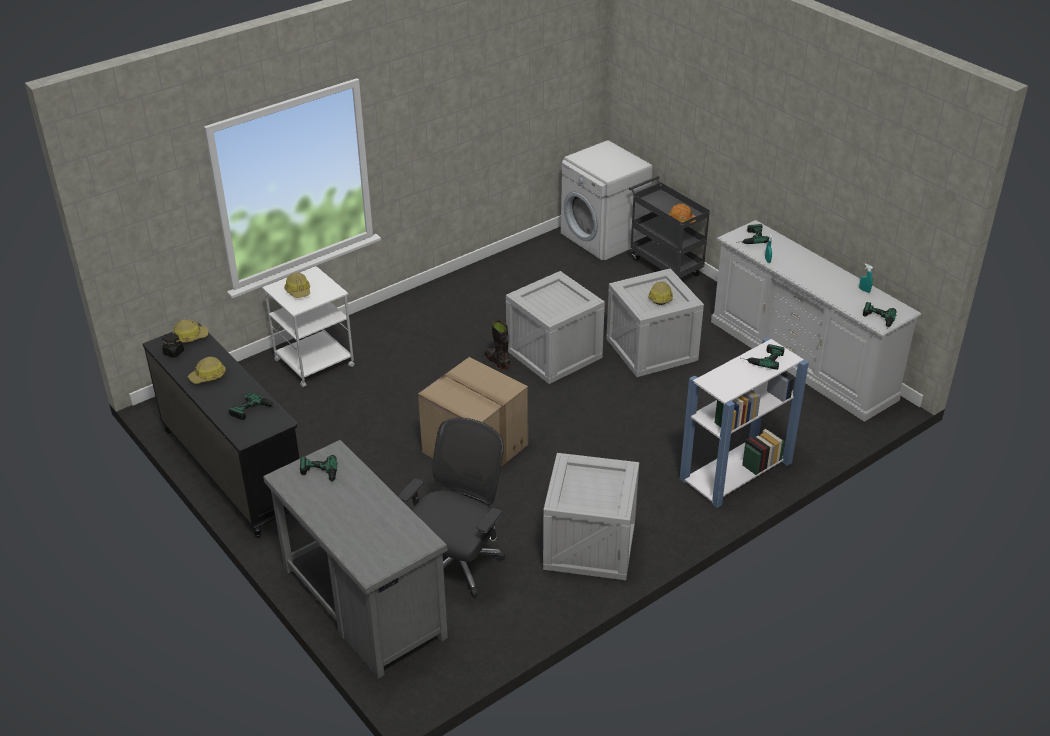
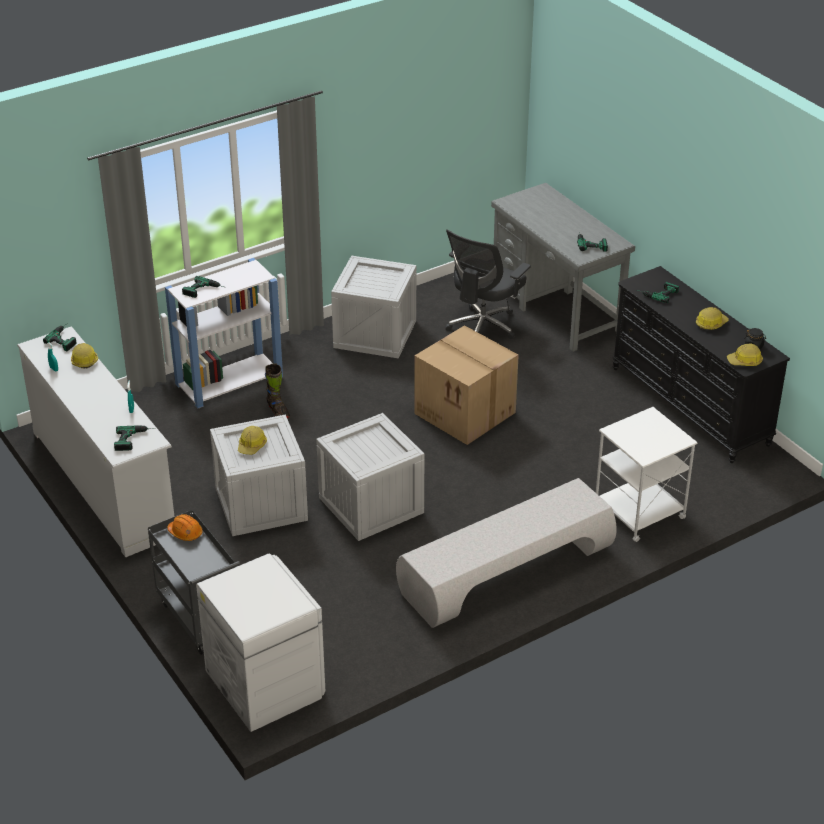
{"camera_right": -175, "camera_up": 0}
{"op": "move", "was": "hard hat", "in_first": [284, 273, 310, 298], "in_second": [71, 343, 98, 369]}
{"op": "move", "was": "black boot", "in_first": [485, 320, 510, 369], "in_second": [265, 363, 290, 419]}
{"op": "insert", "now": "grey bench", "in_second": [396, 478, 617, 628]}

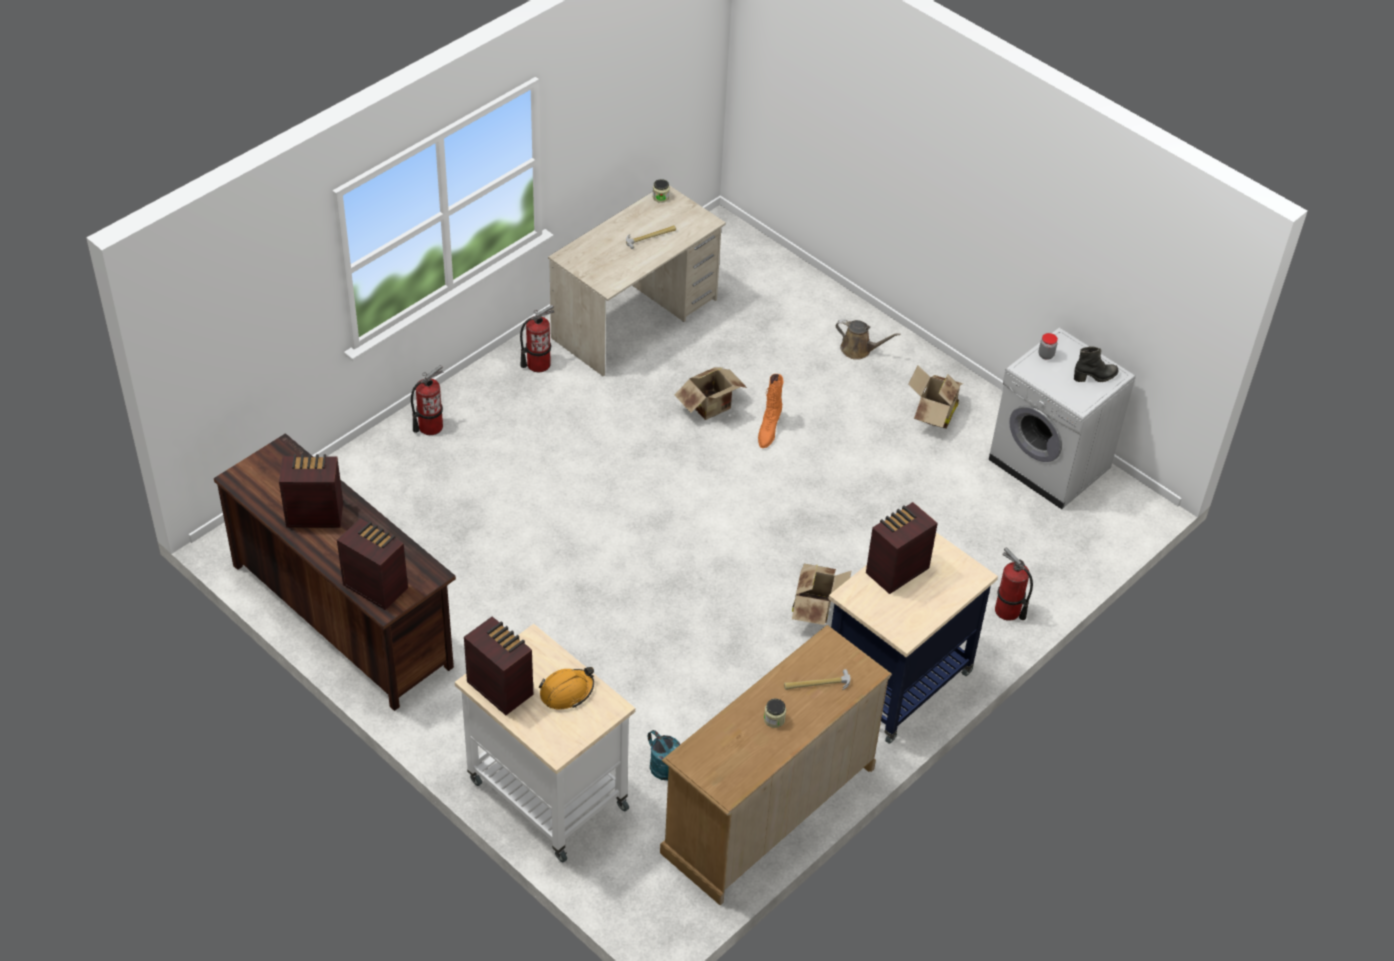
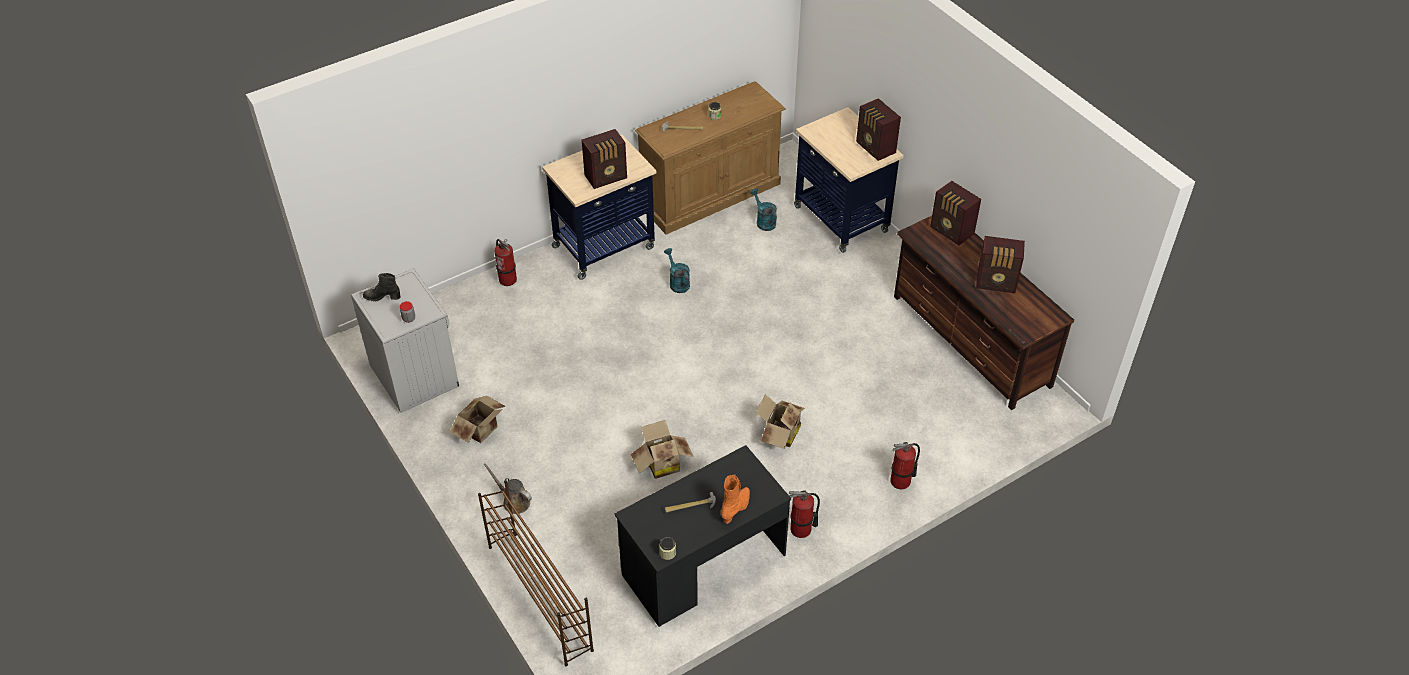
{"camera_right": -165, "camera_up": 0}
{"op": "insert", "now": "brown shoe rack", "in_second": [478, 480, 594, 666]}
{"op": "recolor", "was": "beige desk", "now": "black desk", "in_first": [548, 185, 726, 376], "in_second": [614, 445, 791, 627]}
{"op": "insert", "now": "turquoise watering can", "in_second": [664, 248, 690, 293]}
{"op": "move", "was": "orange boot", "in_first": [758, 374, 783, 448], "in_second": [721, 475, 750, 524]}
{"op": "move", "was": "cardboard box", "in_first": [792, 564, 852, 625], "in_second": [756, 394, 805, 449]}
{"op": "recolor", "was": "white cart", "now": "blue cart", "in_first": [455, 624, 635, 862], "in_second": [794, 107, 904, 253]}
{"op": "delete", "was": "orange hard hat", "in_first": [539, 667, 594, 710]}

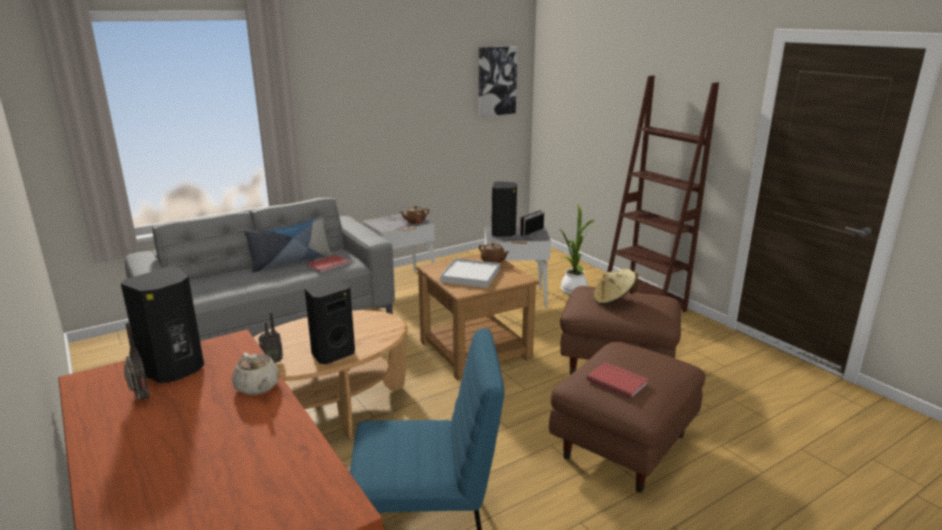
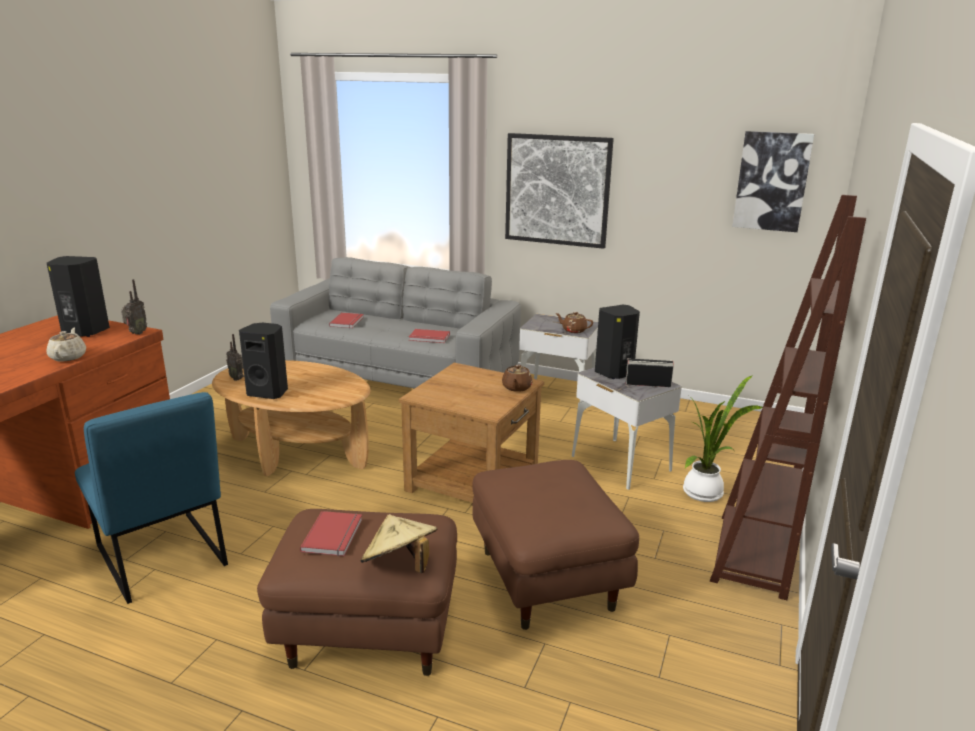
{"camera_right": 55, "camera_up": 0}
{"op": "rotate", "was": "beige teapot", "in_first": [232, 353, 280, 395], "in_second": [46, 328, 86, 362], "clockwise": 150}
{"op": "move", "was": "radio", "in_first": [124, 323, 150, 400], "in_second": [121, 279, 147, 335]}
{"op": "insert", "now": "red book", "in_second": [329, 313, 364, 328]}
{"op": "move", "was": "beige hat", "in_first": [593, 269, 638, 305], "in_second": [360, 514, 437, 573]}
{"op": "insert", "now": "picture", "in_second": [505, 133, 614, 249]}
{"op": "delete", "was": "pillow", "in_first": [244, 217, 332, 272]}
{"op": "delete", "was": "white tray", "in_first": [440, 258, 500, 288]}

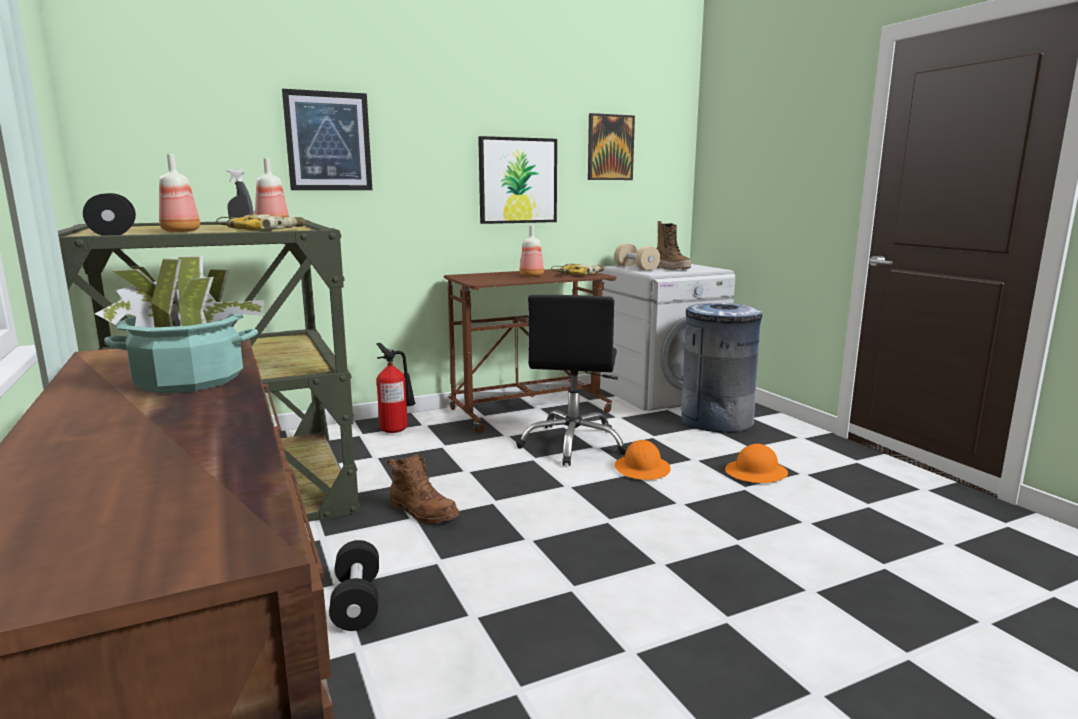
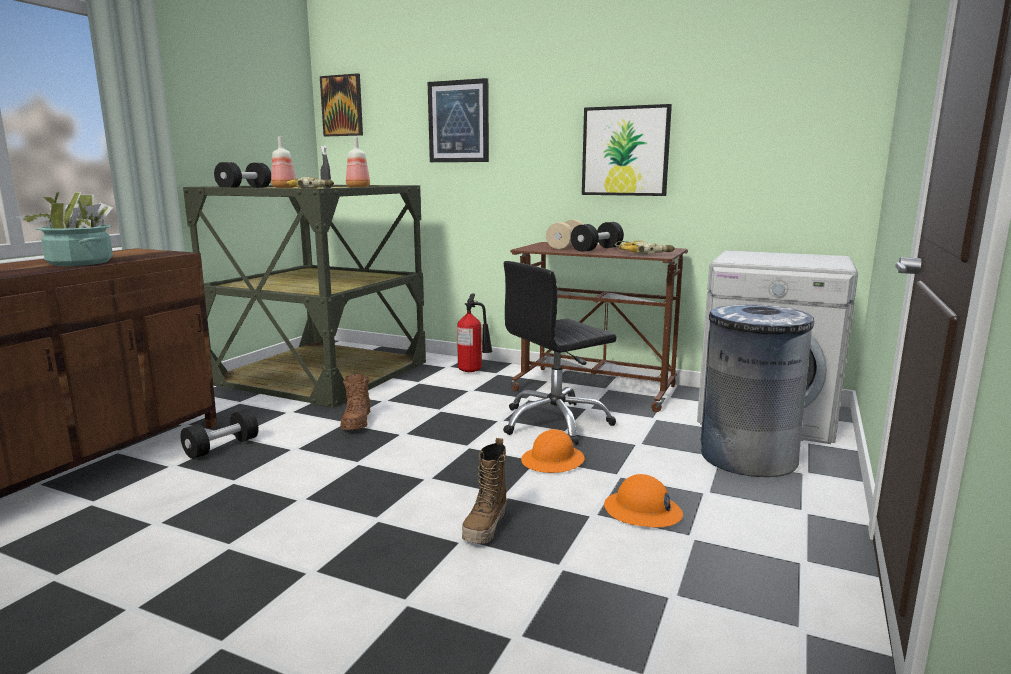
{"camera_right": 50, "camera_up": 0}
{"op": "move", "was": "picture", "in_first": [588, 113, 635, 180], "in_second": [320, 73, 363, 136]}
{"op": "move", "was": "boot", "in_first": [657, 221, 691, 270], "in_second": [462, 438, 507, 544]}
{"op": "move", "was": "beige dumbbell", "in_first": [614, 243, 660, 271], "in_second": [546, 220, 584, 249]}
{"op": "replace", "was": "bottle", "now": "black dumbbell", "in_first": [520, 225, 544, 277], "in_second": [571, 222, 624, 252]}

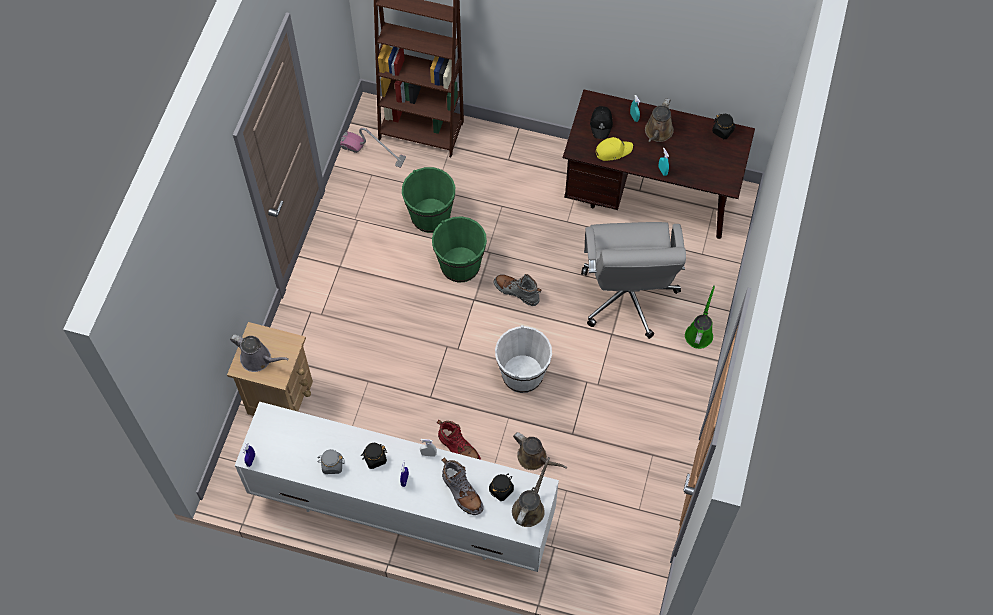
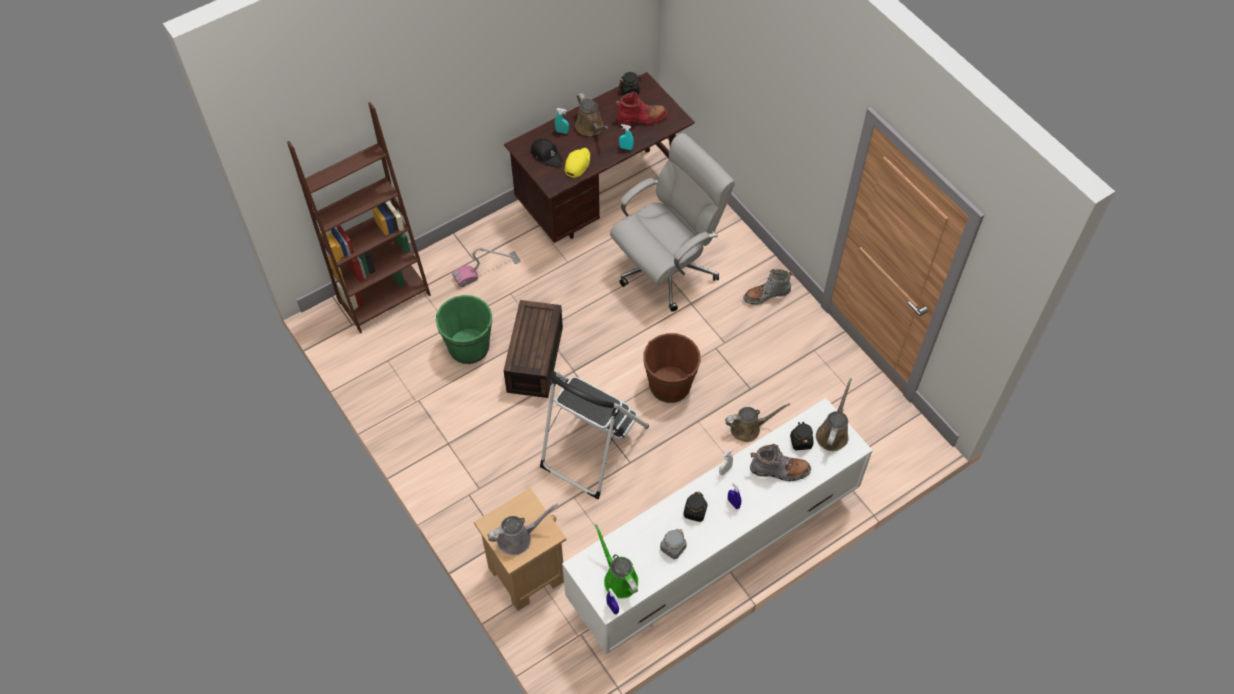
{"camera_right": -50, "camera_up": -5}
{"op": "move", "was": "vacuum cleaner", "in_first": [340, 128, 406, 168], "in_second": [452, 248, 521, 287]}
{"op": "replace", "was": "green bucket", "now": "brown storage box", "in_first": [432, 216, 487, 283], "in_second": [504, 300, 563, 398]}
{"op": "insert", "now": "step ladder", "in_second": [540, 371, 649, 499]}
{"op": "move", "was": "green watering can", "in_first": [685, 285, 715, 349], "in_second": [595, 524, 638, 598]}
{"op": "rotate", "was": "grey office chair", "in_first": [581, 222, 686, 339], "in_second": [610, 133, 735, 312], "clockwise": -75}
{"op": "move", "was": "red boot", "in_first": [437, 420, 481, 460], "in_second": [615, 91, 668, 125]}
{"op": "recolor", "was": "white bucket", "now": "brown bucket", "in_first": [495, 325, 552, 393], "in_second": [643, 333, 701, 403]}
{"op": "move", "was": "grey boot", "in_first": [494, 274, 542, 306], "in_second": [743, 269, 794, 305]}
{"op": "rotate", "was": "brown watering can", "in_first": [512, 457, 550, 527], "in_second": [816, 378, 852, 451], "clockwise": 45}

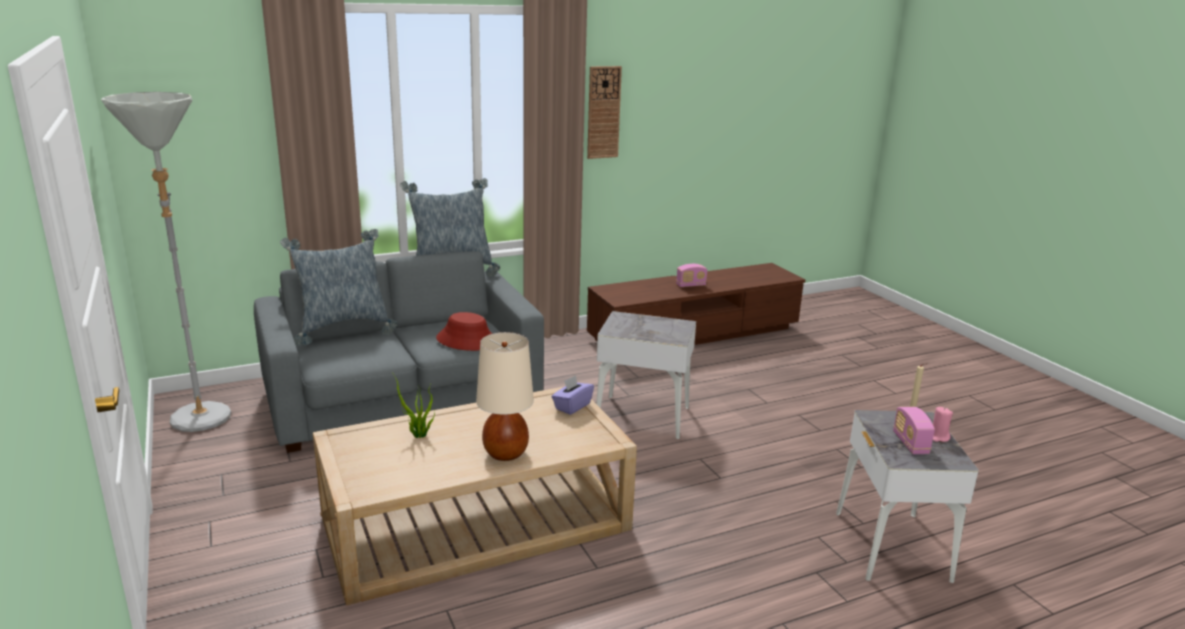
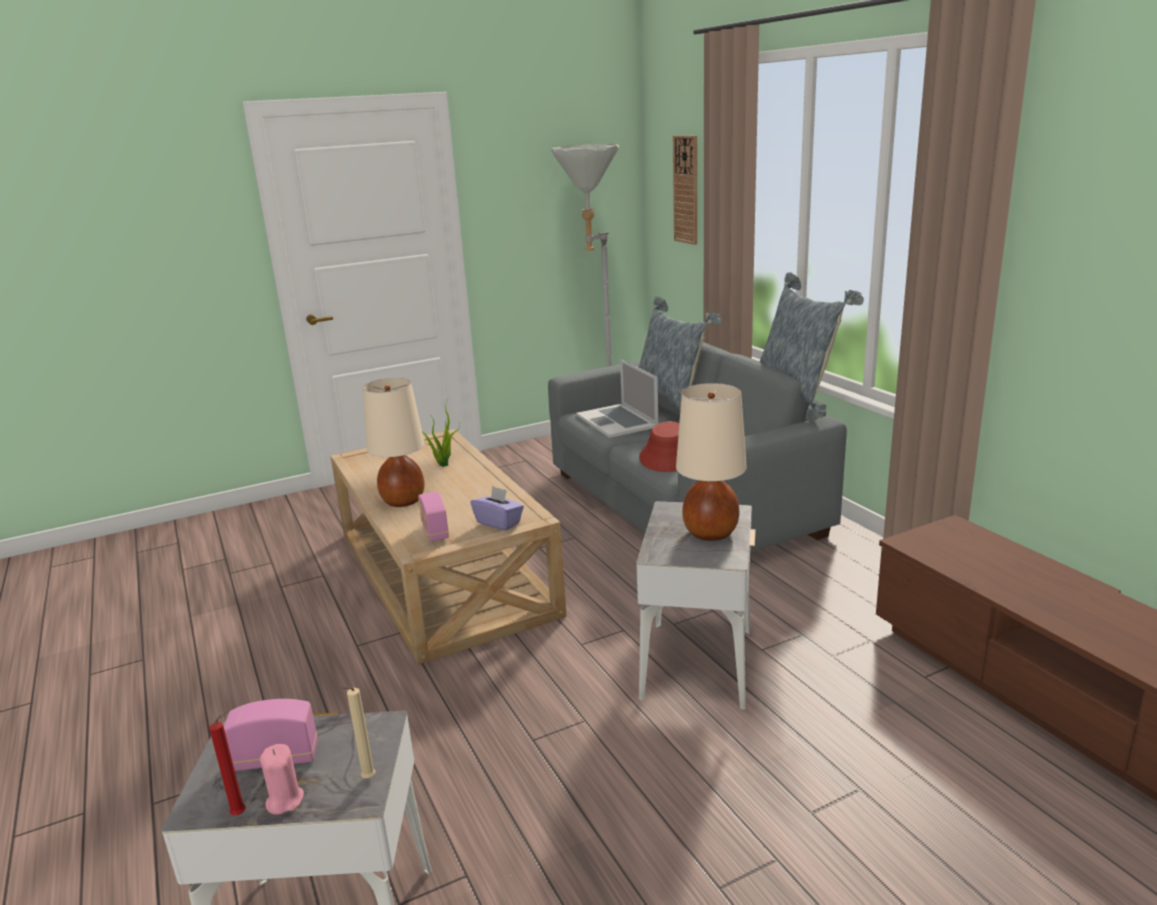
{"camera_right": 90, "camera_up": 0}
{"op": "insert", "now": "red candle", "in_second": [209, 711, 246, 815]}
{"op": "move", "was": "radio", "in_first": [676, 264, 707, 287], "in_second": [418, 492, 449, 541]}
{"op": "insert", "now": "laptop", "in_second": [576, 359, 658, 438]}
{"op": "move", "was": "wall clock", "in_first": [587, 66, 622, 159], "in_second": [673, 135, 697, 245]}
{"op": "insert", "now": "beige table lamp", "in_second": [676, 383, 747, 541]}

